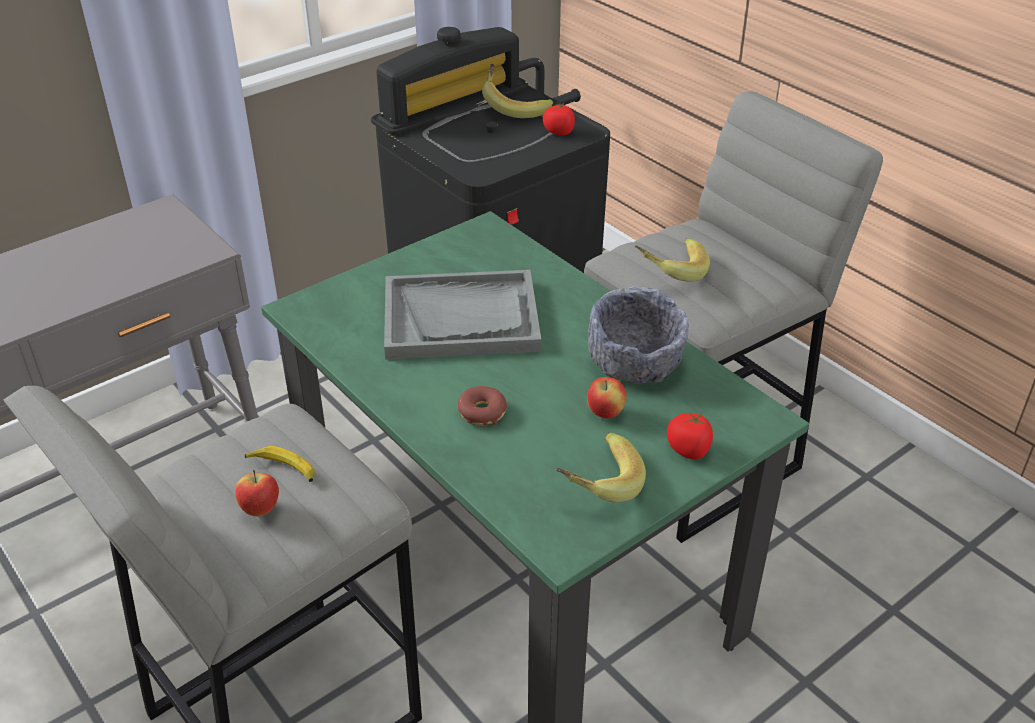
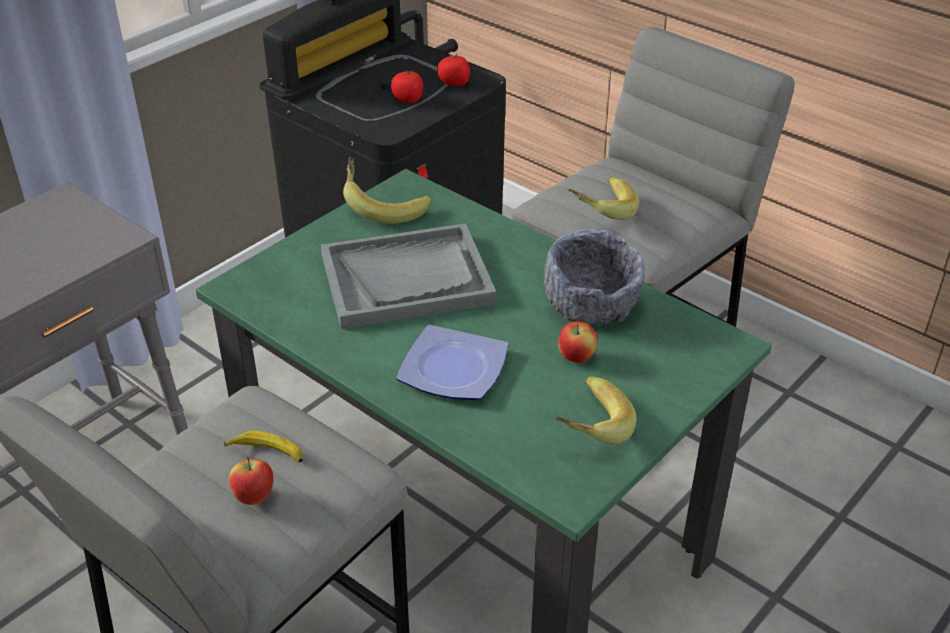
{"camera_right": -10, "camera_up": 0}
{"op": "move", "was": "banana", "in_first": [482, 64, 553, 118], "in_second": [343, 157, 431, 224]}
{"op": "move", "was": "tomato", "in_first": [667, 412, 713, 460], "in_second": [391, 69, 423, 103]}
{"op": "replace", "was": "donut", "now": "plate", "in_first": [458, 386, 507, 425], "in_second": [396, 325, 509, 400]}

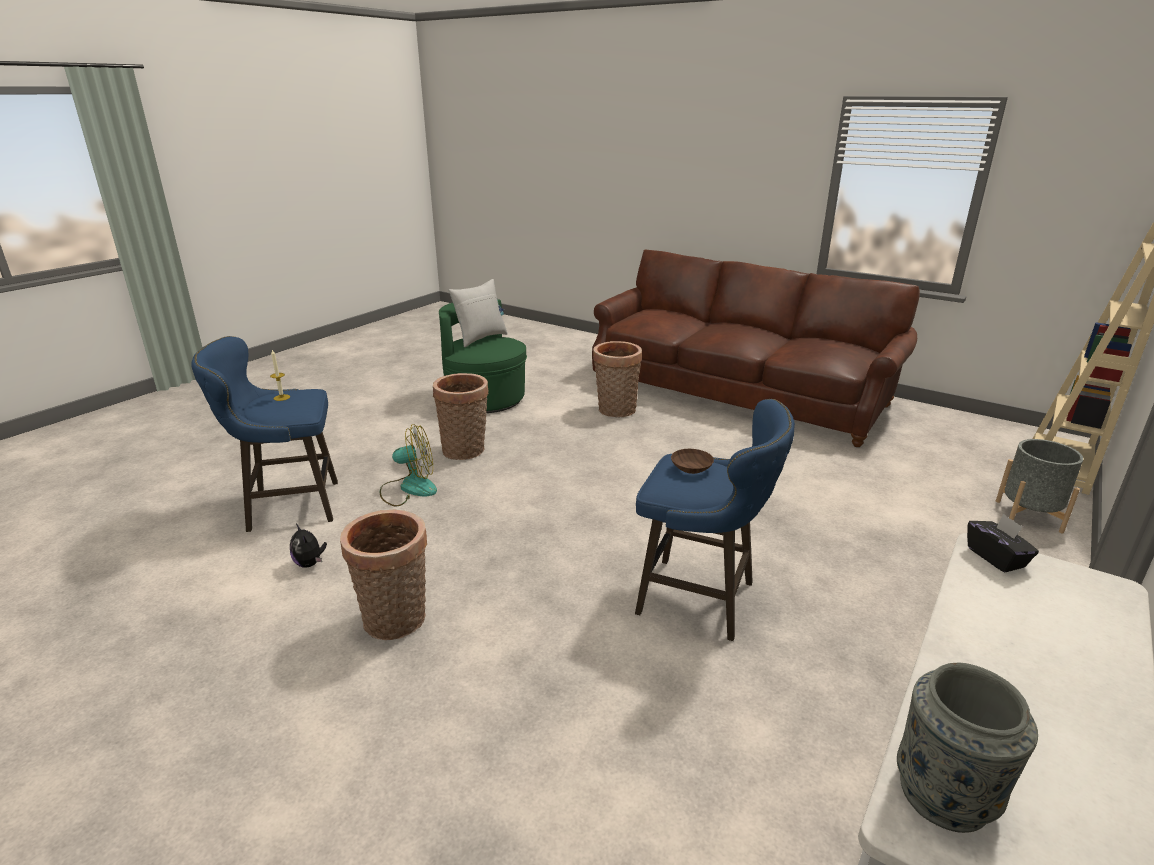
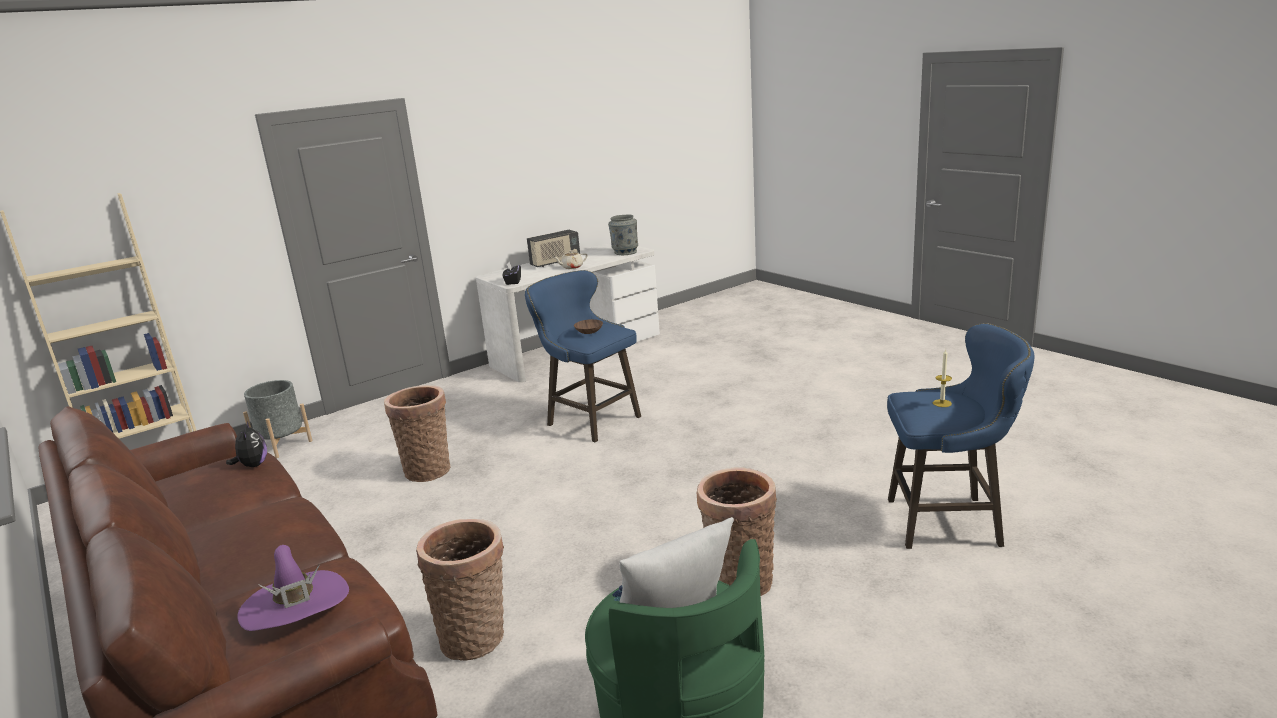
{"camera_right": -160, "camera_up": -5}
{"op": "move", "was": "plush toy", "in_first": [290, 524, 327, 568], "in_second": [226, 421, 267, 467]}
{"op": "insert", "now": "purple hat", "in_second": [237, 545, 349, 631]}
{"op": "move", "was": "basket", "in_first": [340, 510, 427, 640], "in_second": [384, 385, 451, 482]}
{"op": "insert", "now": "radio", "in_second": [527, 230, 580, 267]}
{"op": "insert", "now": "beige teapot", "in_second": [554, 250, 587, 269]}
{"op": "delete", "was": "fan", "in_first": [380, 424, 437, 506]}

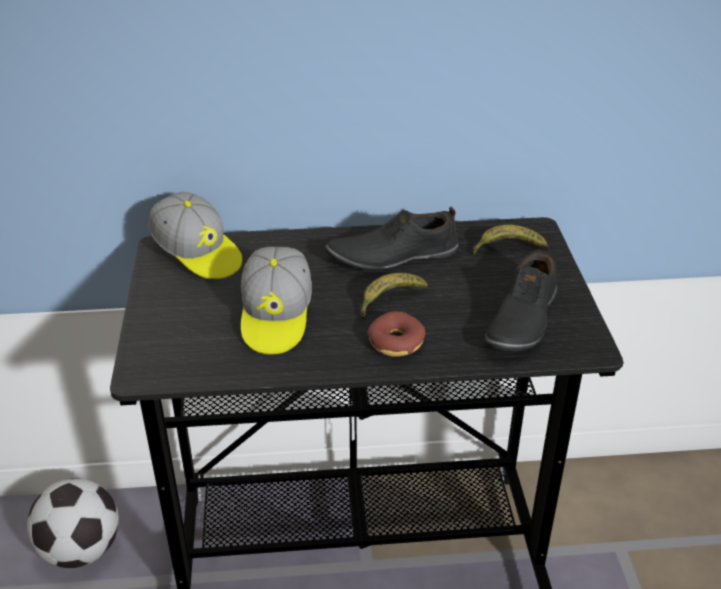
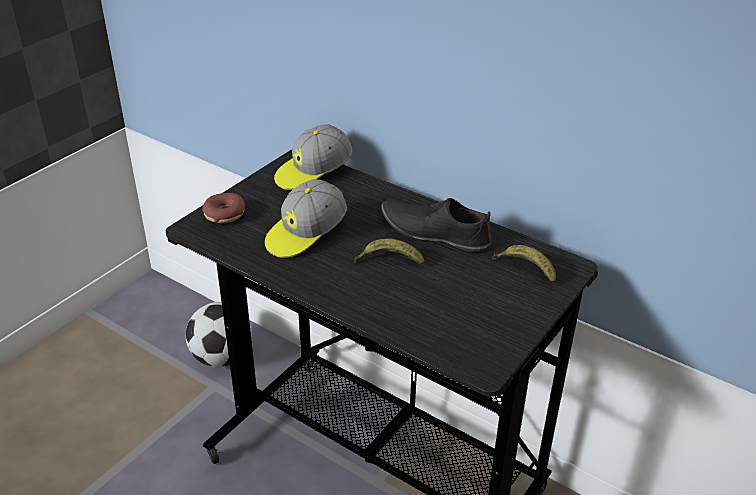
{"camera_right": 40, "camera_up": 0}
{"op": "move", "was": "donut", "in_first": [368, 311, 425, 357], "in_second": [202, 193, 245, 223]}
{"op": "rotate", "was": "cap", "in_first": [148, 192, 242, 279], "in_second": [274, 124, 352, 190], "clockwise": 60}
{"op": "delete", "was": "black shoe", "in_first": [484, 243, 557, 351]}

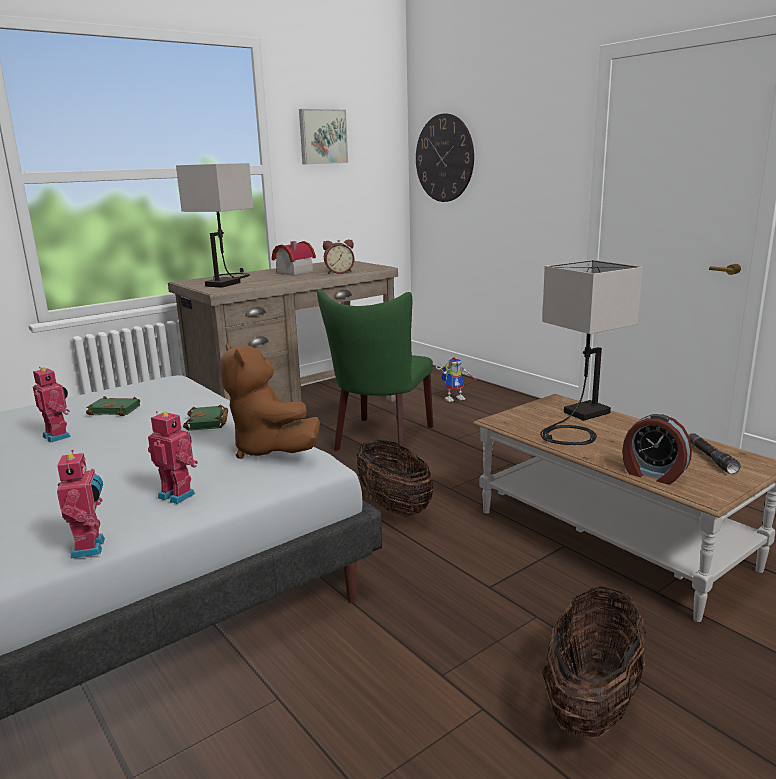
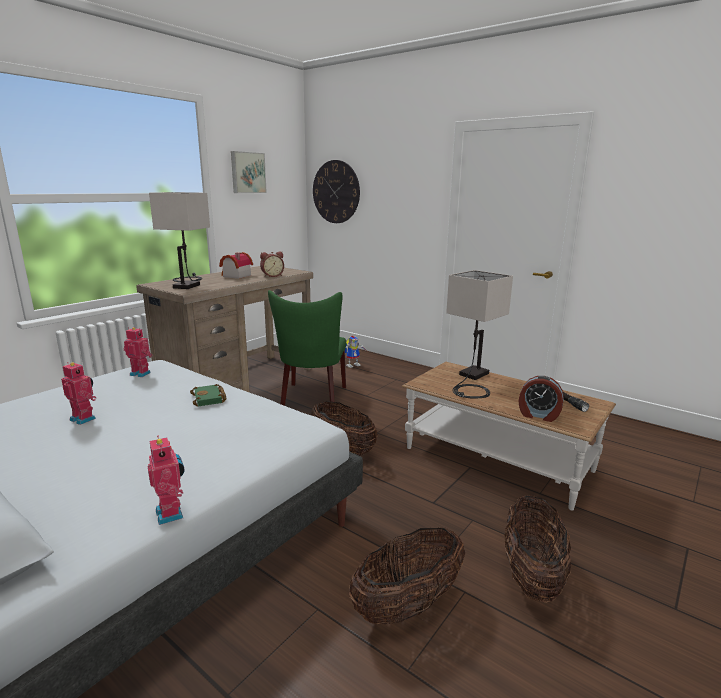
{"camera_right": -15, "camera_up": 0}
{"op": "move", "was": "toy robot", "in_first": [148, 411, 198, 504], "in_second": [123, 327, 153, 377]}
{"op": "insert", "now": "basket", "in_second": [349, 527, 465, 624]}
{"op": "delete", "was": "green book", "in_first": [86, 396, 140, 416]}
{"op": "delete", "was": "brown plush toy", "in_first": [220, 343, 320, 459]}

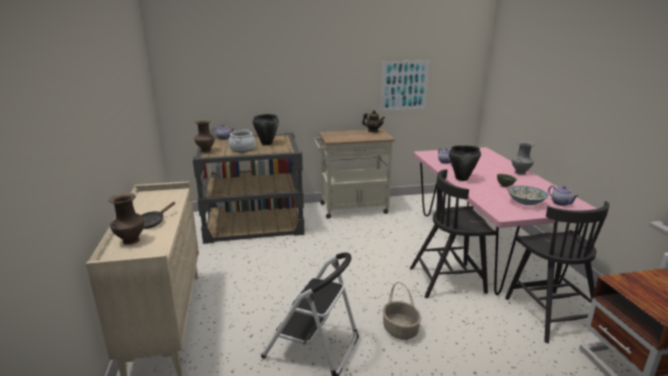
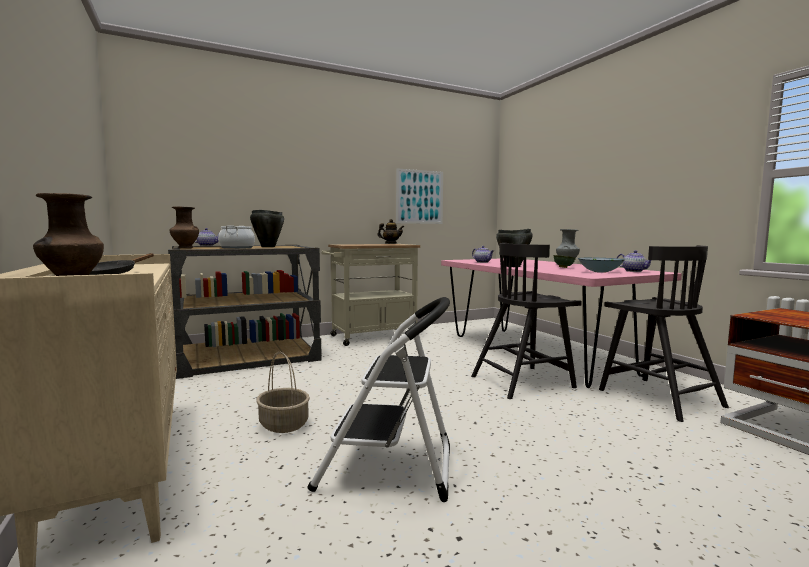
{"camera_right": -15, "camera_up": -15}
{"op": "move", "was": "basket", "in_first": [383, 282, 421, 340], "in_second": [256, 352, 310, 433]}

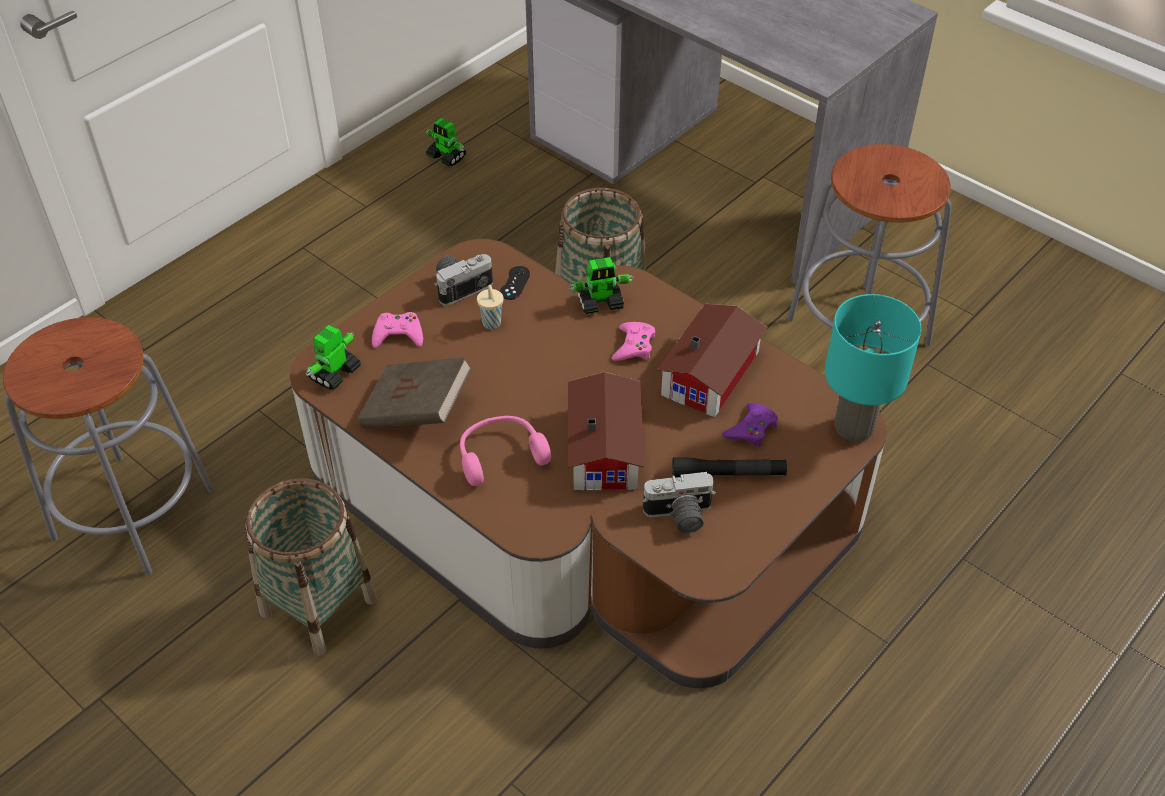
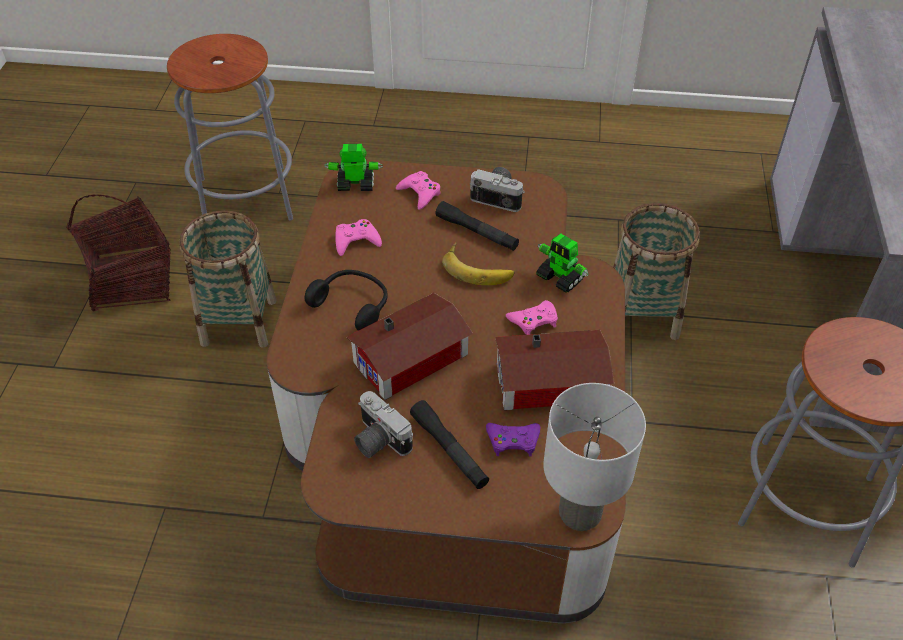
{"camera_right": 55, "camera_up": 0}
{"op": "insert", "now": "basket", "in_second": [66, 194, 171, 312]}
{"op": "recolor", "was": "pink headphones", "now": "black headphones", "in_first": [460, 416, 551, 486], "in_second": [305, 270, 388, 331]}
{"op": "replace", "was": "brown book", "now": "pink game controller", "in_first": [358, 357, 472, 429], "in_second": [335, 219, 382, 256]}
{"op": "replace", "was": "beige cup", "now": "black flashlight", "in_first": [477, 285, 503, 329], "in_second": [435, 201, 519, 251]}
{"op": "insert", "now": "banana", "in_second": [442, 242, 515, 285]}
{"op": "recolor", "was": "turquoise table lamp", "now": "white table lamp", "in_first": [825, 294, 921, 442], "in_second": [543, 383, 646, 531]}
{"op": "delete", "was": "toy robot", "in_first": [426, 118, 466, 167]}
{"op": "delete", "was": "black game controller", "in_first": [500, 266, 530, 300]}

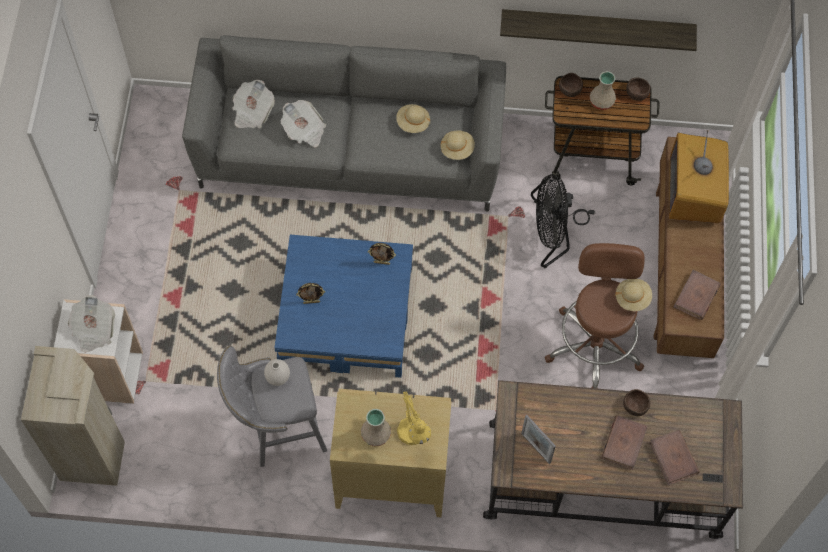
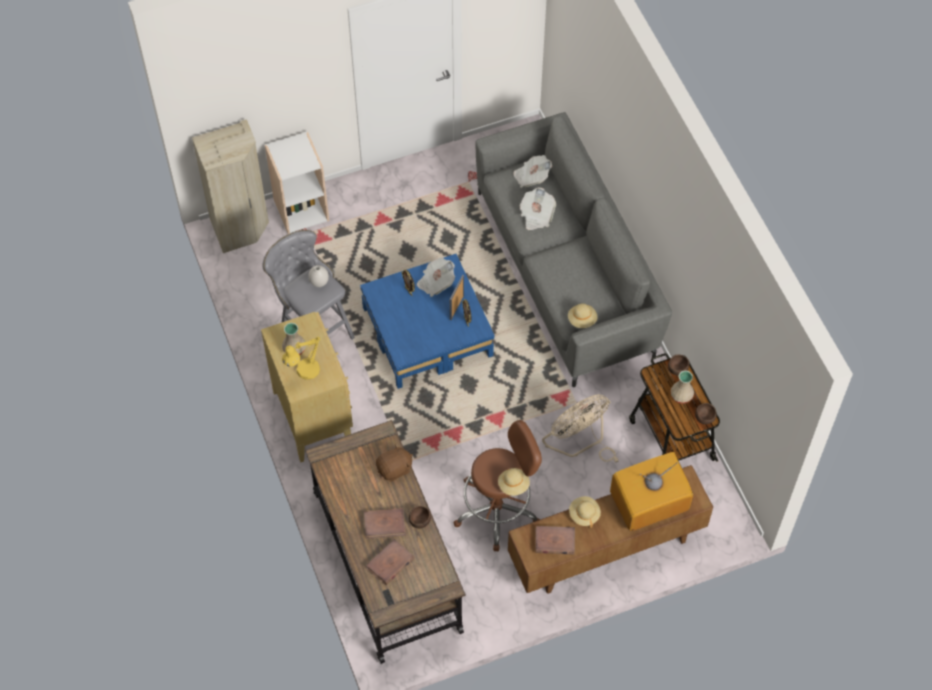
{"camera_right": 65, "camera_up": -5}
{"op": "insert", "now": "brown plush toy", "in_second": [376, 444, 413, 482]}
{"op": "move", "was": "newspaper", "in_first": [68, 295, 115, 353], "in_second": [417, 257, 455, 297]}
{"op": "move", "was": "picture frame", "in_first": [521, 415, 556, 464], "in_second": [450, 274, 464, 320]}
{"op": "recolor", "was": "black fan", "now": "beige fan", "in_first": [531, 174, 595, 269], "in_second": [542, 394, 619, 463]}
{"op": "move", "was": "beige hat", "in_first": [396, 104, 430, 133], "in_second": [569, 496, 601, 528]}
{"op": "delete", "was": "shelf", "in_first": [500, 9, 697, 51]}

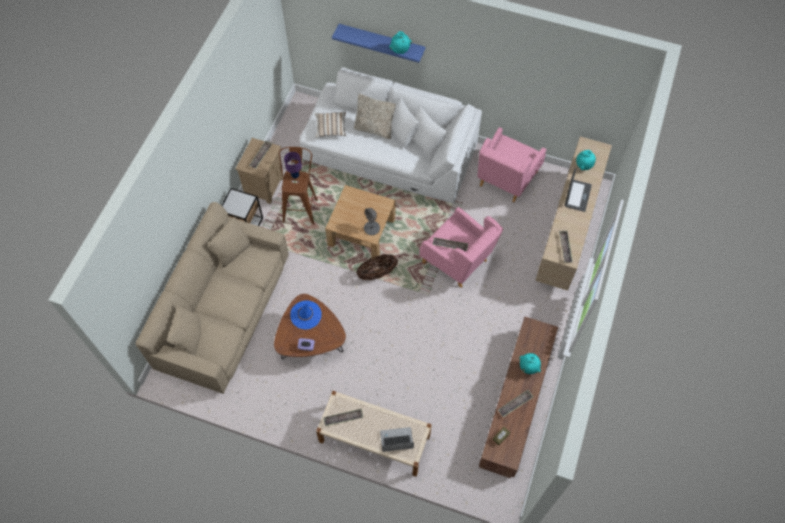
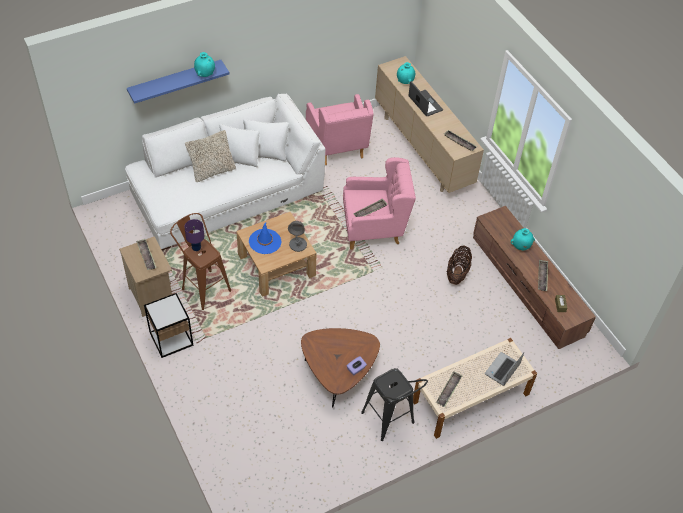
{"camera_right": -50, "camera_up": -10}
{"op": "move", "was": "blue hat", "in_first": [290, 300, 322, 329], "in_second": [249, 223, 281, 254]}
{"op": "insert", "now": "black stool", "in_second": [361, 368, 428, 441]}
{"op": "move", "was": "basket", "in_first": [356, 254, 397, 280], "in_second": [447, 245, 472, 285]}
{"op": "delete", "was": "beige sofa", "in_first": [136, 202, 289, 394]}
{"op": "delete", "was": "pillow", "in_first": [315, 112, 346, 137]}

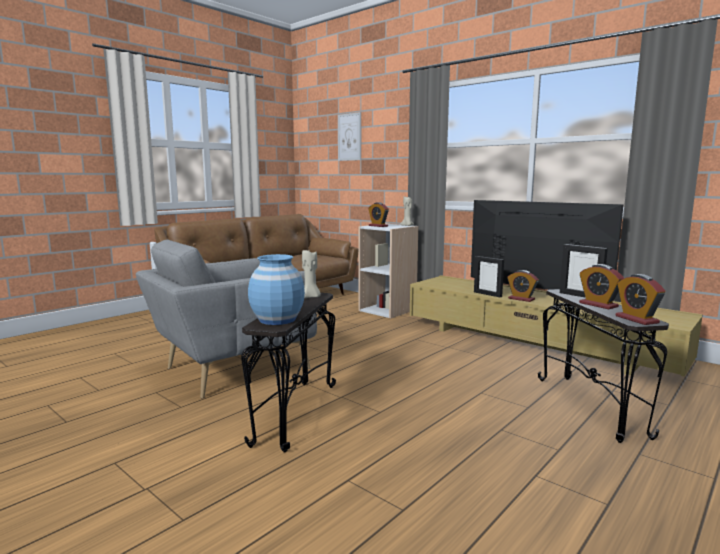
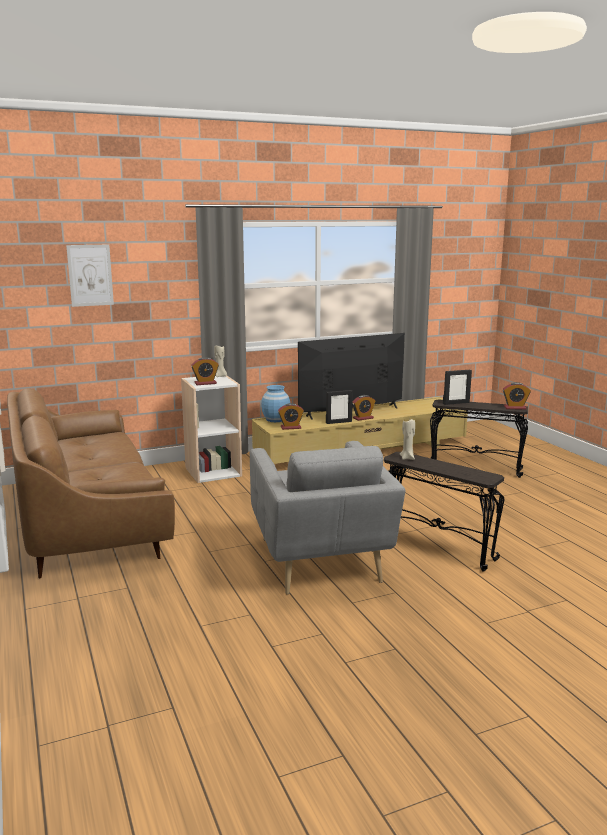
{"camera_right": -65, "camera_up": 5}
{"op": "move", "was": "blue vase", "in_first": [248, 254, 305, 325], "in_second": [261, 385, 290, 422]}
{"op": "move", "was": "alarm clock", "in_first": [579, 264, 624, 309], "in_second": [278, 403, 304, 430]}

